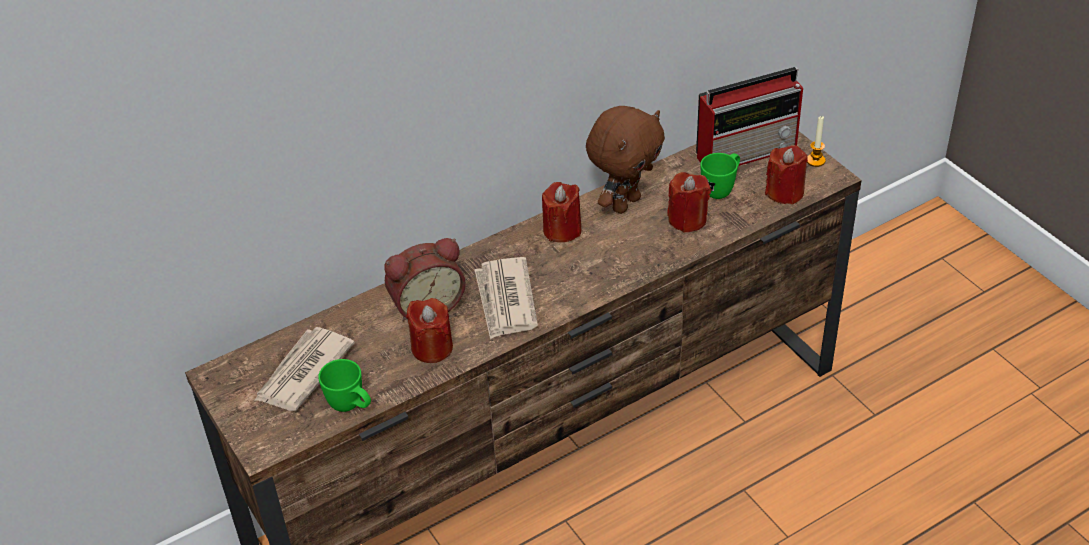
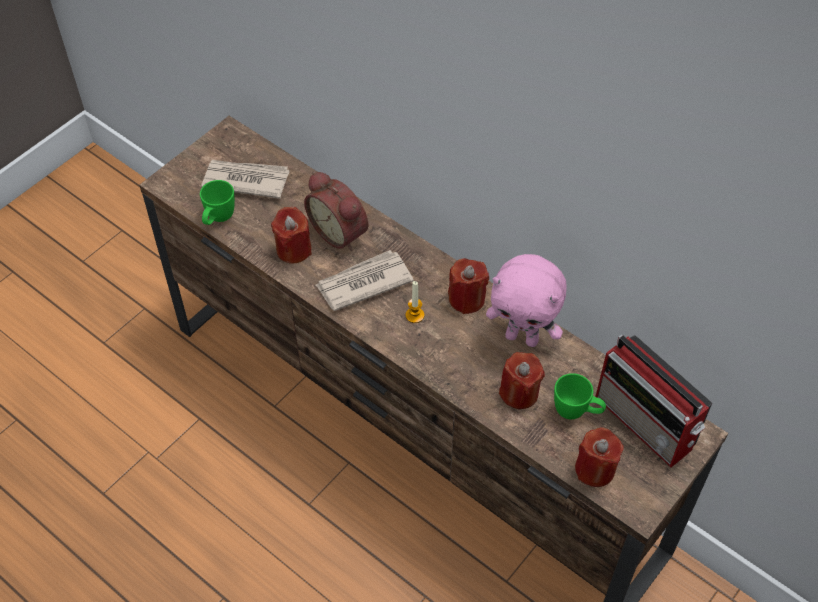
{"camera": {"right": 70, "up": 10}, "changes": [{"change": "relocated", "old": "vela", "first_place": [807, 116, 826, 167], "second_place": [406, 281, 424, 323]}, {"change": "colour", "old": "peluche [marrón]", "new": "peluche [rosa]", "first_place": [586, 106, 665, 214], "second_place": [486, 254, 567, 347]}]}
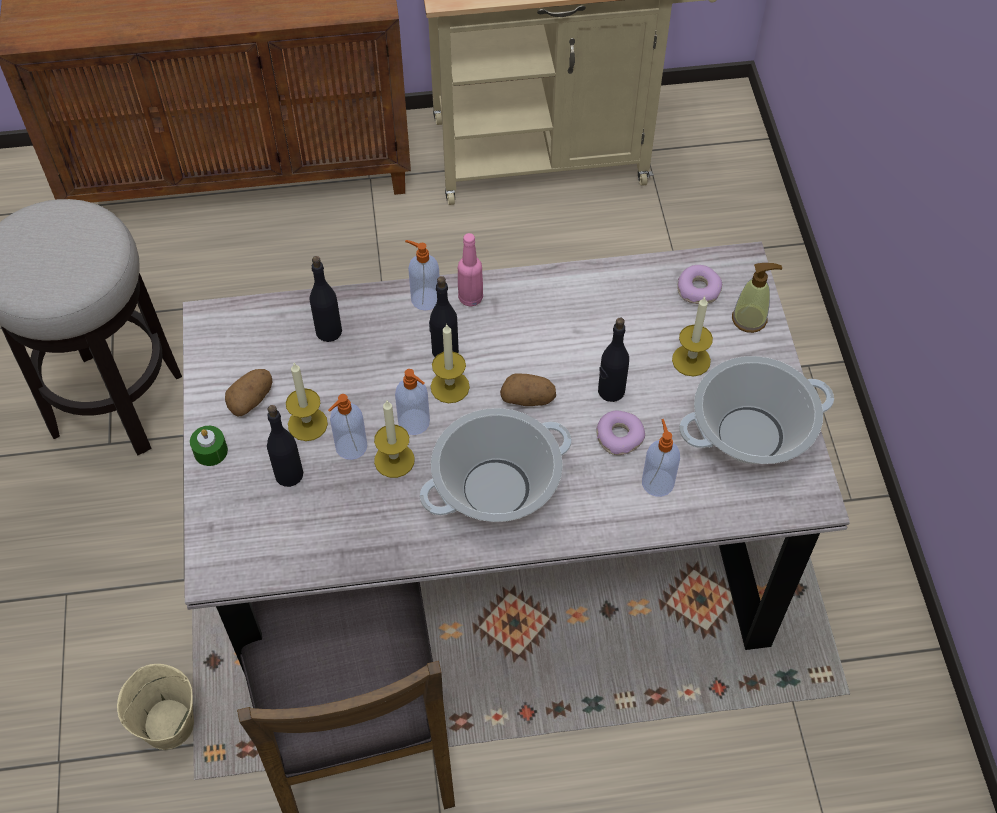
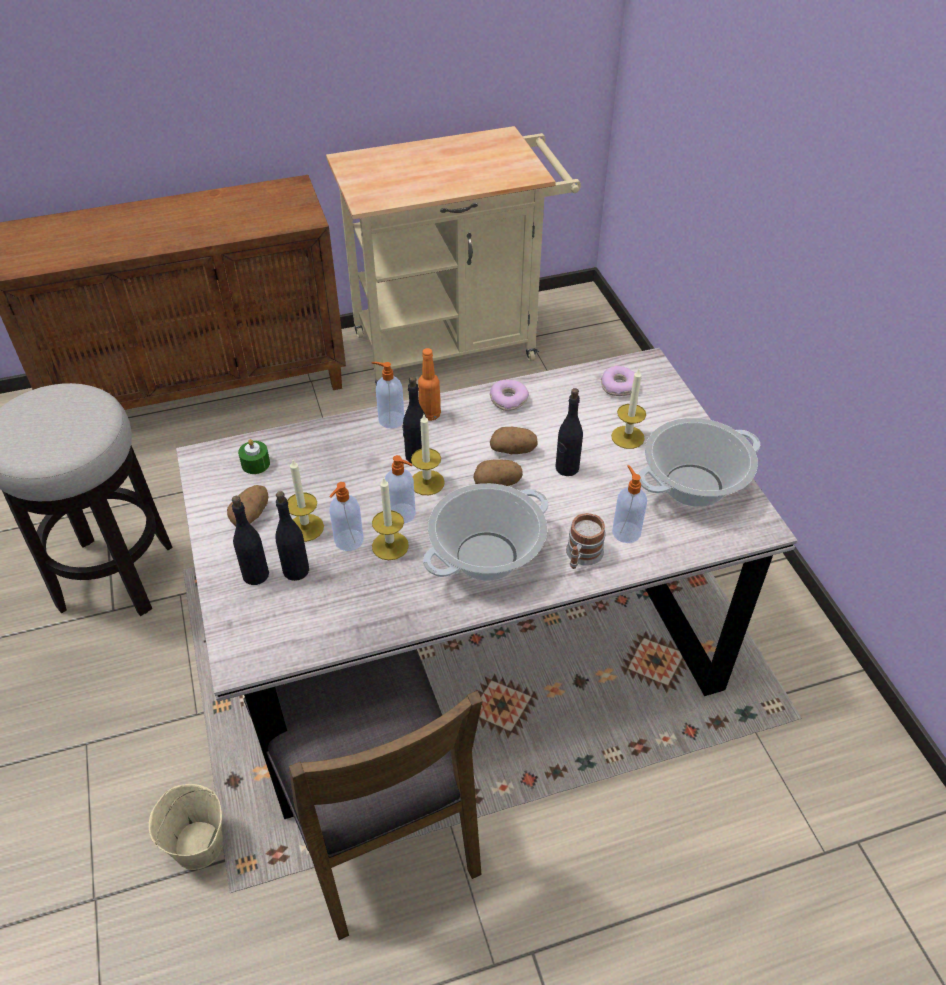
{"camera": {"right": -10, "up": -10}, "changes": [{"change": "missing", "old": "dispensador de jabón", "first_place": [732, 263, 782, 333]}, {"change": "appeared", "new": "patata", "second_place": [490, 427, 538, 454]}, {"change": "appeared", "new": "taza grande", "second_place": [566, 513, 606, 569]}, {"change": "relocated", "old": "vela [verde]", "first_place": [190, 426, 228, 466], "second_place": [238, 439, 270, 474]}, {"change": "relocated", "old": "botella [negro]", "first_place": [310, 256, 342, 342], "second_place": [232, 496, 269, 585]}, {"change": "relocated", "old": "rosquilla", "first_place": [596, 411, 645, 455], "second_place": [490, 380, 529, 411]}, {"change": "colour", "old": "botella [rosa]", "new": "botella [naranja]", "first_place": [458, 233, 483, 307], "second_place": [418, 348, 441, 421]}]}
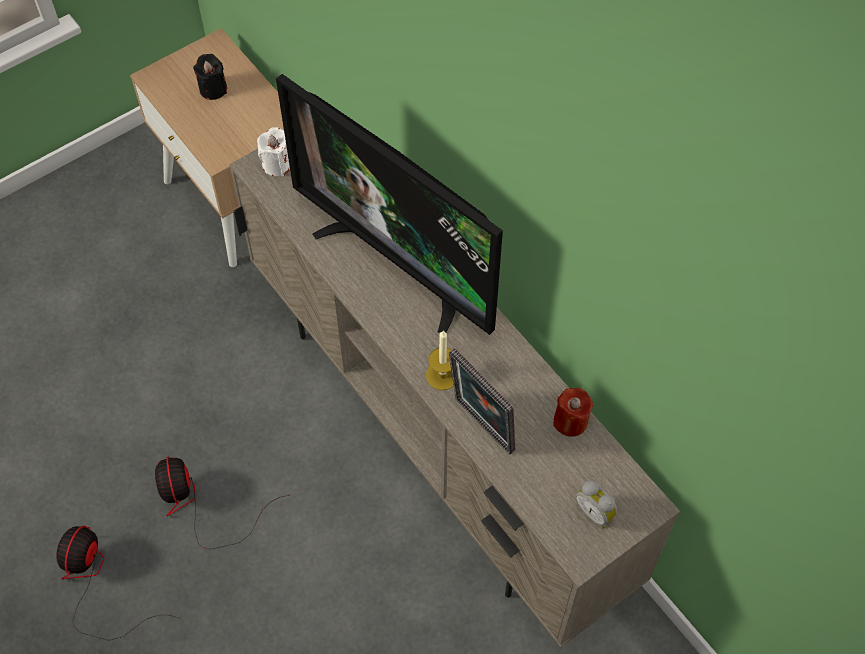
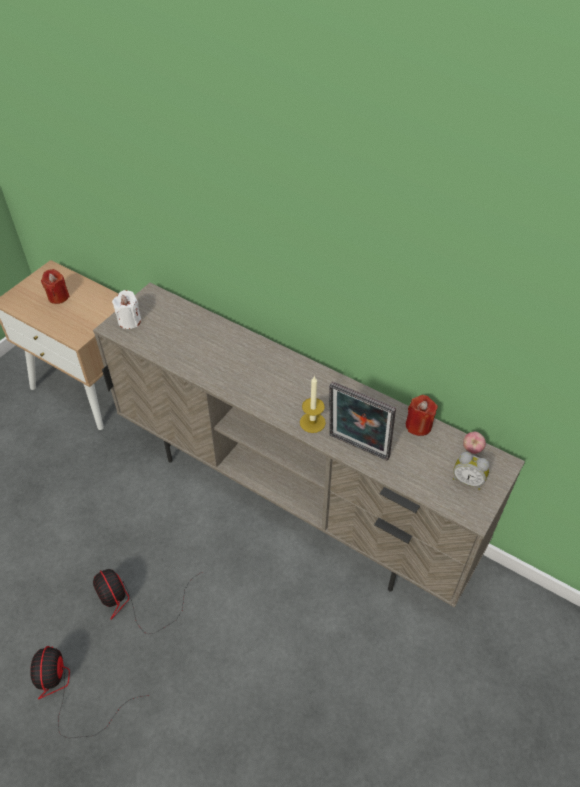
{"camera": {"right": -20, "up": -10}, "changes": [{"change": "missing", "old": "televisor", "first_place": [276, 74, 503, 335]}, {"change": "appeared", "new": "manzana", "second_place": [463, 432, 486, 454]}, {"change": "colour", "old": "vela [negro]", "new": "vela [rojo]", "first_place": [193, 54, 227, 100], "second_place": [41, 269, 70, 304]}]}
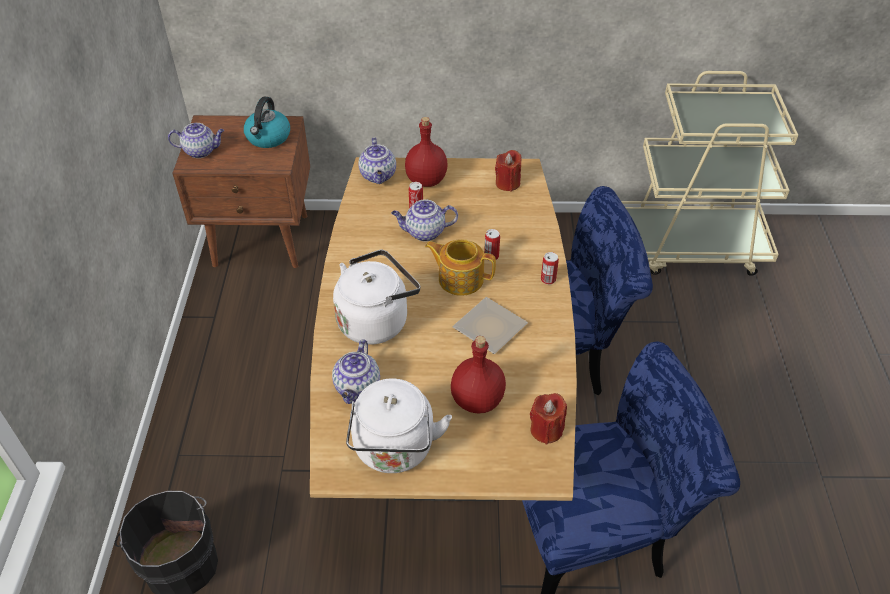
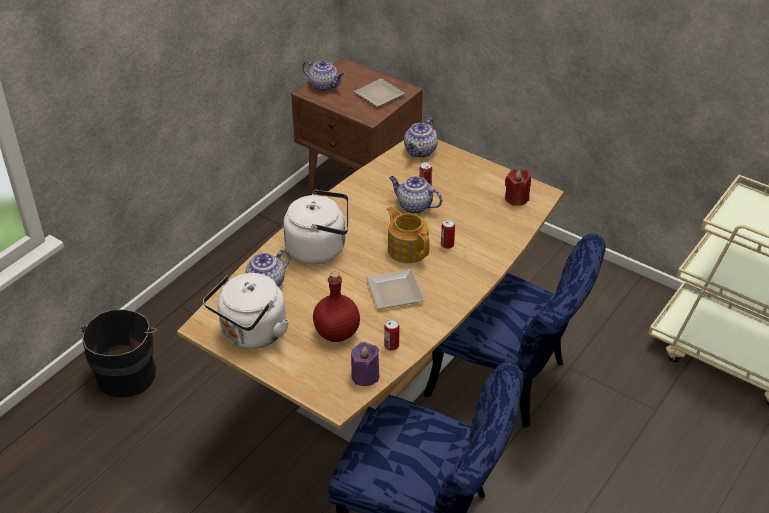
{"camera": {"right": 35, "up": -5}, "changes": [{"change": "missing", "old": "botella [rojo]", "first_place": [405, 117, 448, 187]}, {"change": "relocated", "old": "lata", "first_place": [541, 252, 559, 285], "second_place": [384, 319, 399, 351]}, {"change": "exchanged", "old": "hervidor", "new": "plato", "first_place": [244, 96, 290, 148], "second_place": [354, 78, 405, 107]}, {"change": "colour", "old": "vela [rojo]", "new": "vela [morado]", "first_place": [530, 393, 567, 445], "second_place": [351, 342, 379, 386]}]}
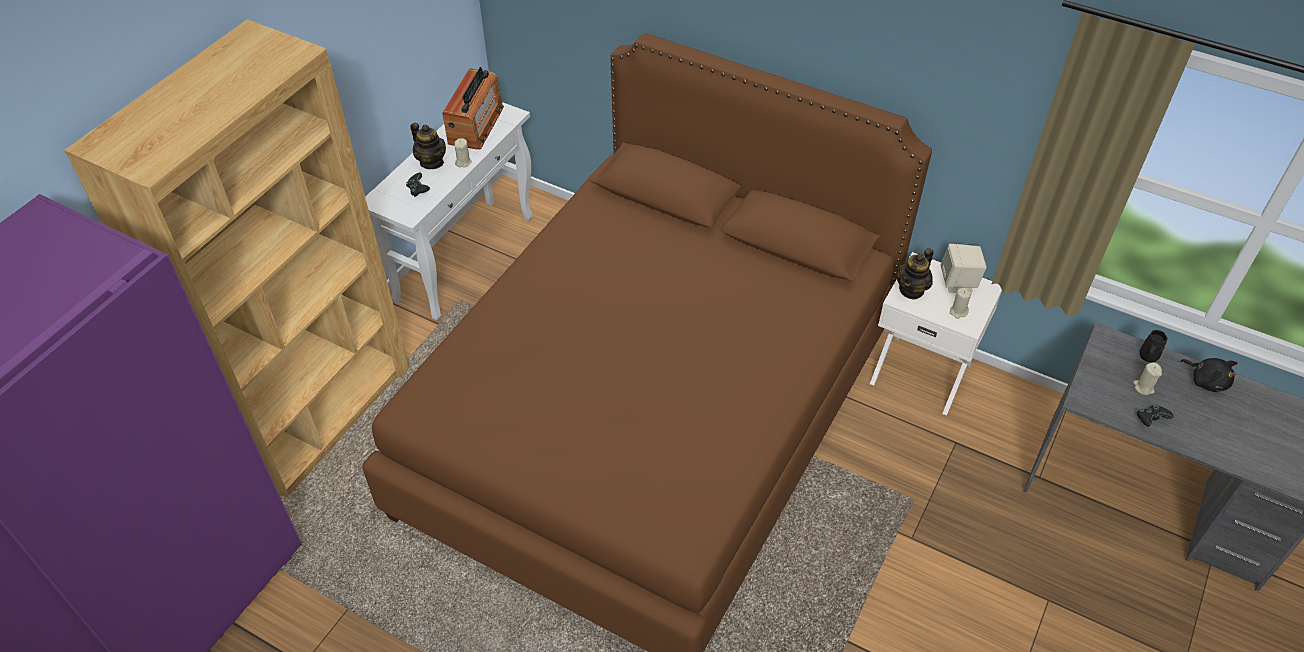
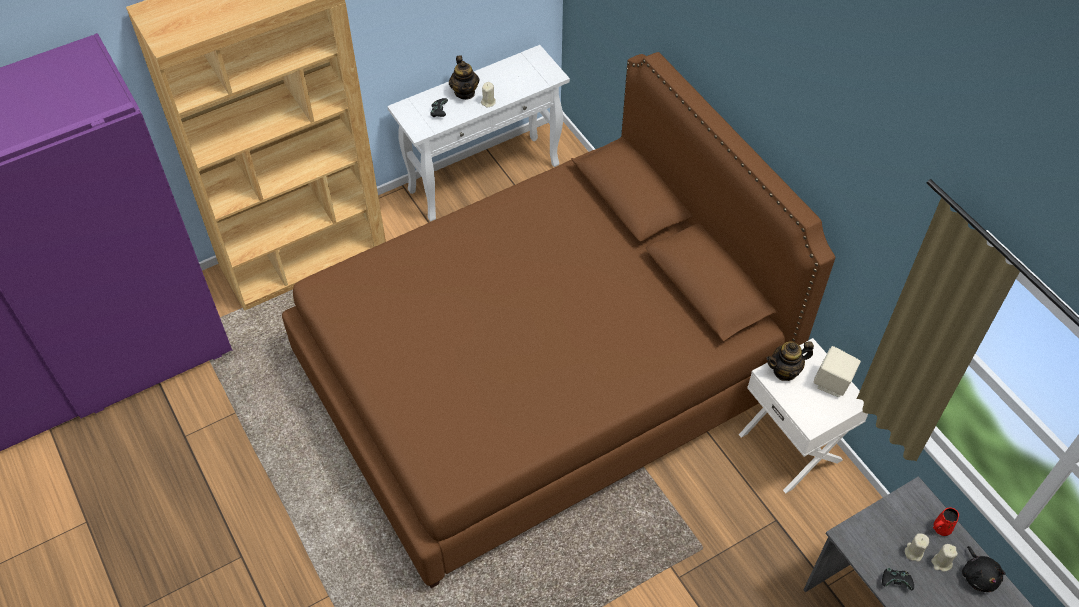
{"camera": {"right": 30, "up": 5}, "changes": [{"change": "missing", "old": "radio", "first_place": [442, 67, 504, 150]}, {"change": "relocated", "old": "vela [beis]", "first_place": [950, 288, 972, 319], "second_place": [931, 544, 958, 572]}, {"change": "colour", "old": "taza grande [negro]", "new": "taza grande [rojo]", "first_place": [1140, 330, 1168, 362], "second_place": [933, 507, 959, 536]}]}
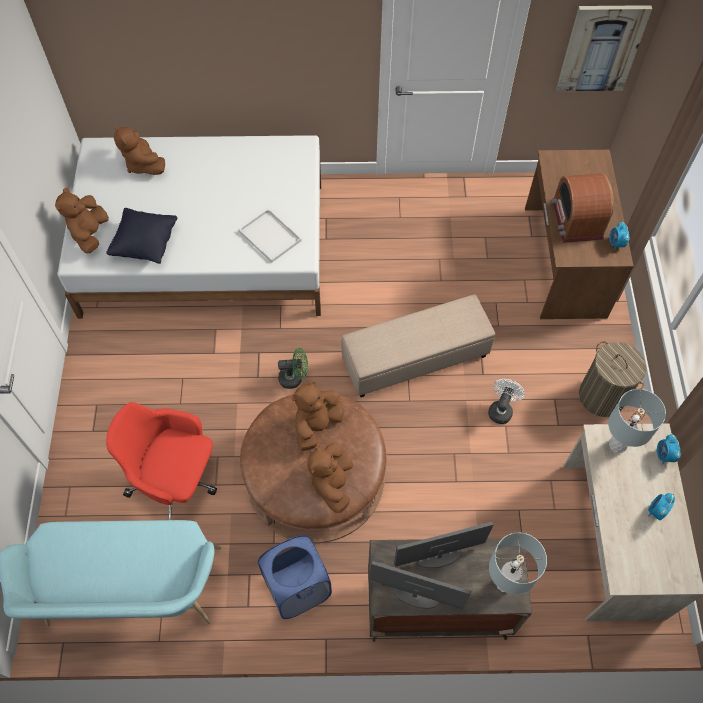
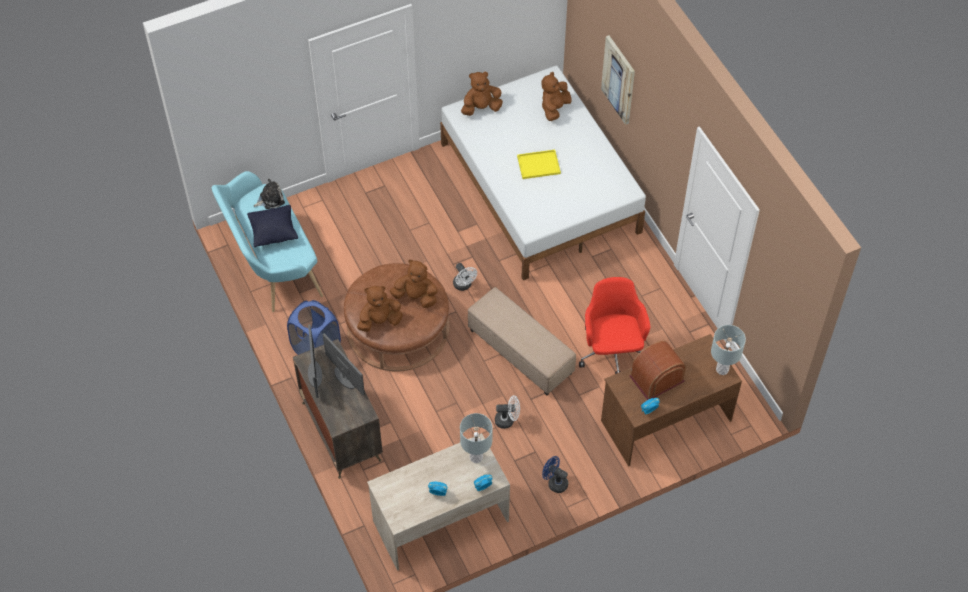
{"camera": {"right": 65, "up": -5}, "changes": [{"change": "missing", "old": "bandeja [blanco]", "first_place": [239, 209, 302, 262]}, {"change": "appeared", "new": "peluche", "second_place": [254, 179, 285, 209]}, {"change": "appeared", "new": "bandeja [amarillo]", "second_place": [517, 150, 561, 179]}, {"change": "relocated", "old": "cojín [negro]", "first_place": [106, 208, 178, 264], "second_place": [247, 205, 298, 247]}, {"change": "relocated", "old": "silla de oficina [rojo]", "first_place": [106, 402, 217, 520], "second_place": [579, 277, 651, 374]}, {"change": "relocated", "old": "lámpara de mesa [gris]", "first_place": [489, 532, 547, 594], "second_place": [711, 325, 746, 375]}, {"change": "relocated", "old": "cuadro", "first_place": [556, 5, 652, 91], "second_place": [601, 35, 635, 125]}, {"change": "exchanged", "old": "cesto de la ropa", "new": "ventilador [azul]", "first_place": [579, 341, 646, 417], "second_place": [542, 456, 568, 493]}, {"change": "colour", "old": "ventilador [verde]", "new": "ventilador [blanco]", "first_place": [278, 348, 308, 389], "second_place": [453, 263, 477, 291]}]}
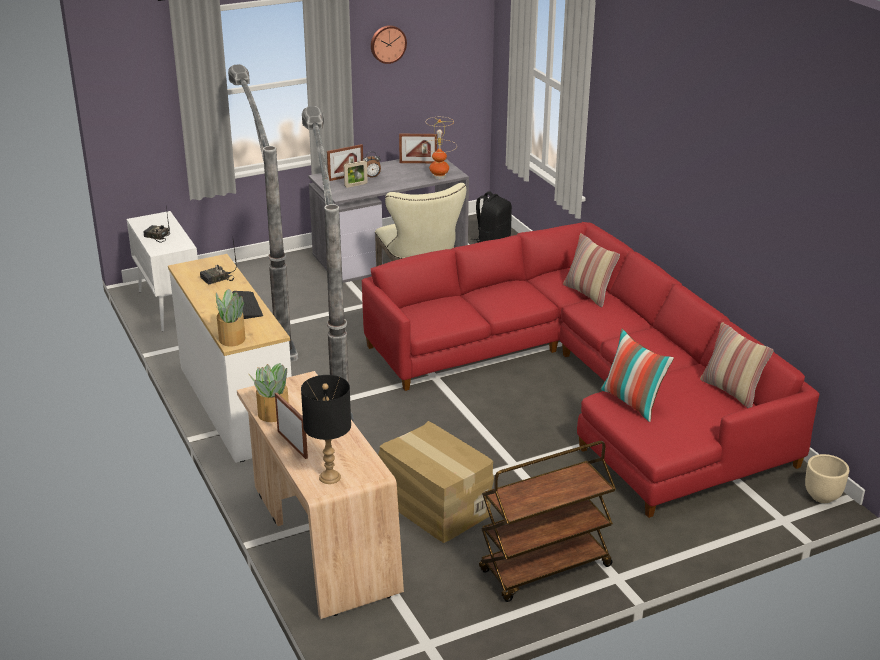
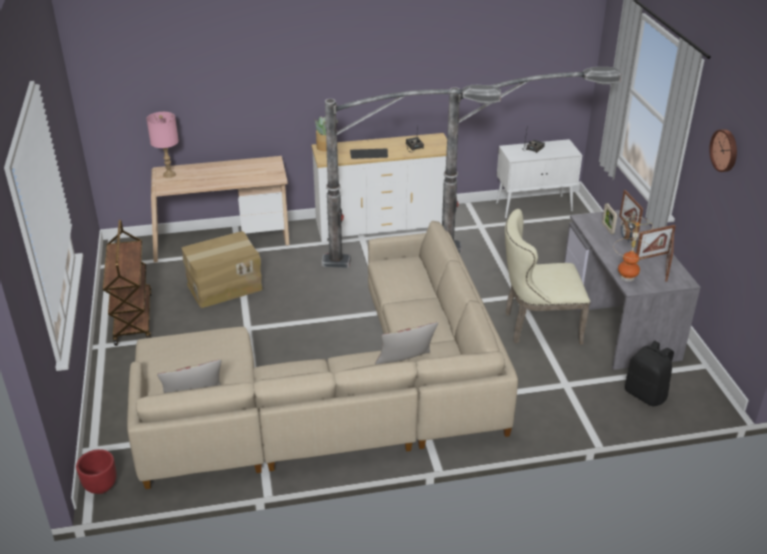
{"camera": {"right": 105, "up": 5}, "changes": [{"change": "missing", "old": "planta en maceta", "first_place": [248, 363, 289, 422]}, {"change": "missing", "old": "cojín", "first_place": [601, 329, 674, 422]}, {"change": "relocated", "old": "portarretratos", "first_place": [275, 393, 308, 459], "second_place": [636, 225, 676, 260]}, {"change": "colour", "old": "lámpara de mesa [negro]", "new": "lámpara de mesa [rosa]", "first_place": [301, 375, 351, 484], "second_place": [146, 112, 179, 178]}, {"change": "colour", "old": "sofá [rojo]", "new": "sofá [beis]", "first_place": [362, 222, 819, 518], "second_place": [127, 221, 518, 489]}, {"change": "colour", "old": "maceta [beis]", "new": "maceta [rojo]", "first_place": [805, 454, 849, 503], "second_place": [76, 449, 117, 494]}]}
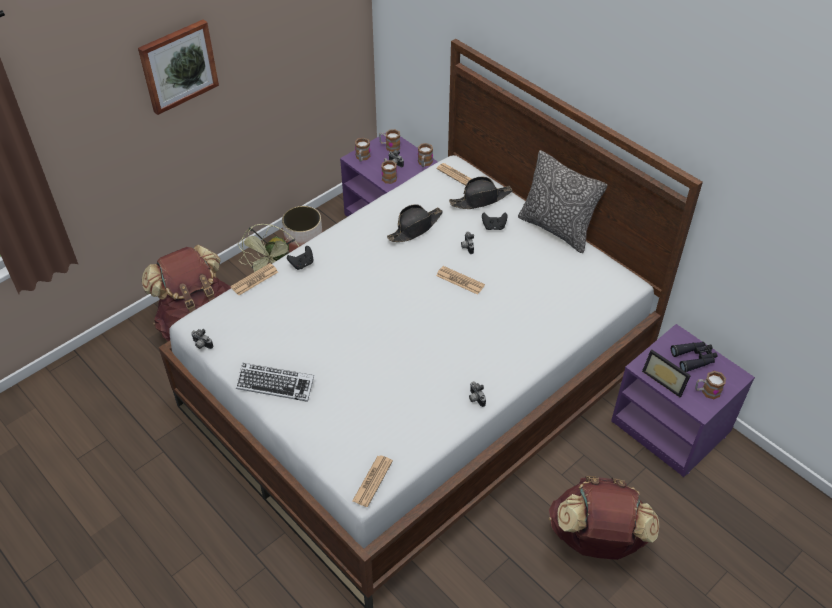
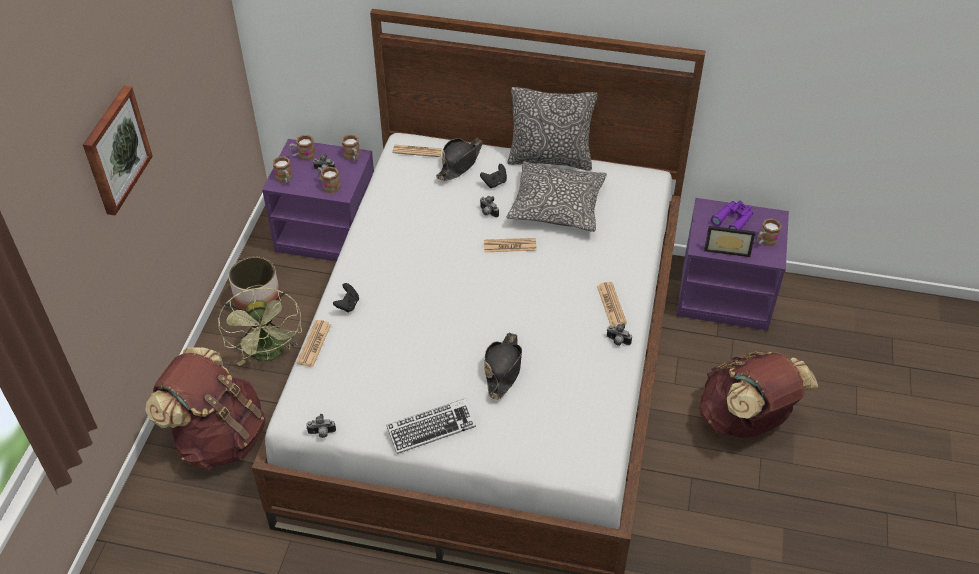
{"camera": {"right": -35, "up": 0}, "changes": [{"change": "appeared", "new": "cojín", "second_place": [506, 162, 607, 232]}, {"change": "relocated", "old": "periódico", "first_place": [352, 455, 393, 507], "second_place": [597, 282, 627, 326]}, {"change": "relocated", "old": "sombrero [negro]", "first_place": [387, 204, 443, 242], "second_place": [484, 332, 522, 400]}, {"change": "colour", "old": "prismáticos [negro]", "new": "prismáticos [morado]", "first_place": [671, 342, 718, 372], "second_place": [711, 200, 753, 230]}]}
